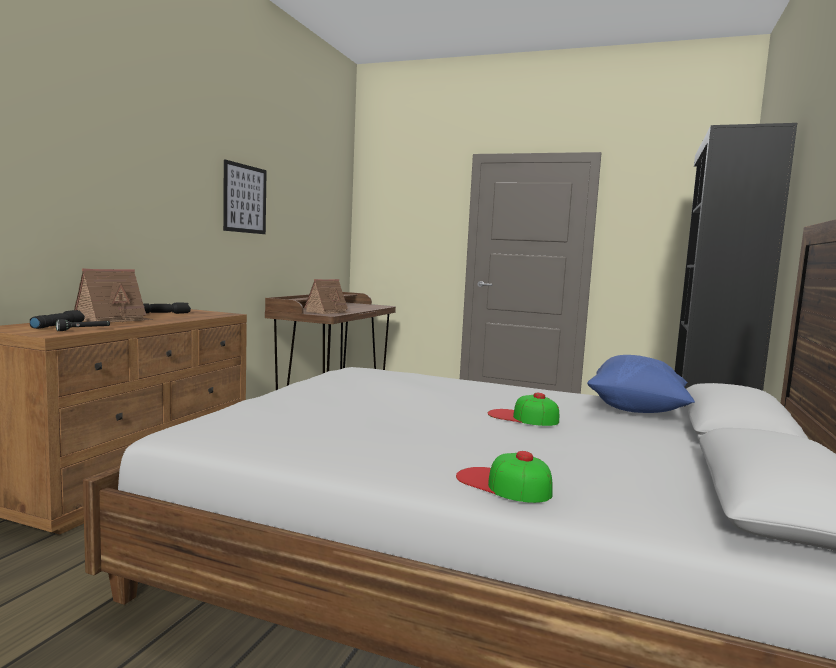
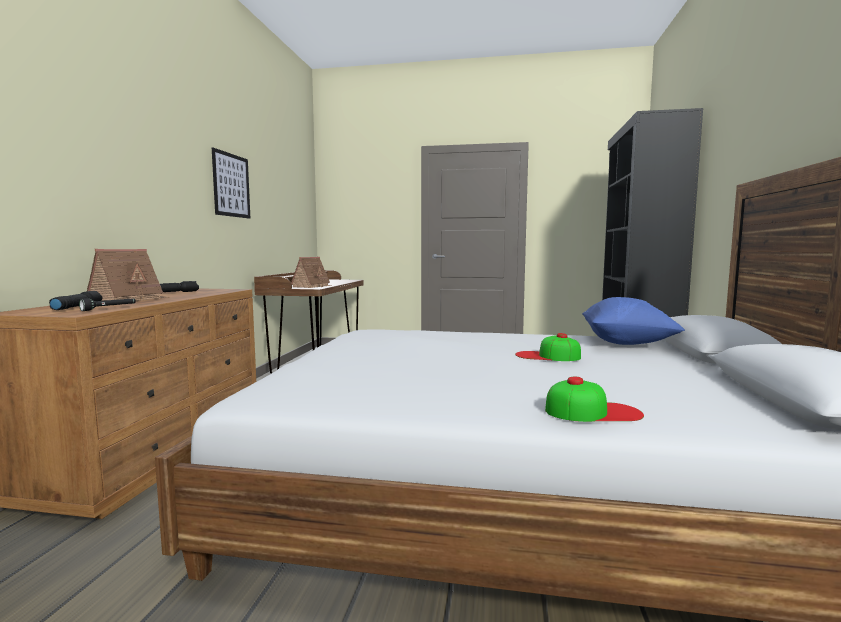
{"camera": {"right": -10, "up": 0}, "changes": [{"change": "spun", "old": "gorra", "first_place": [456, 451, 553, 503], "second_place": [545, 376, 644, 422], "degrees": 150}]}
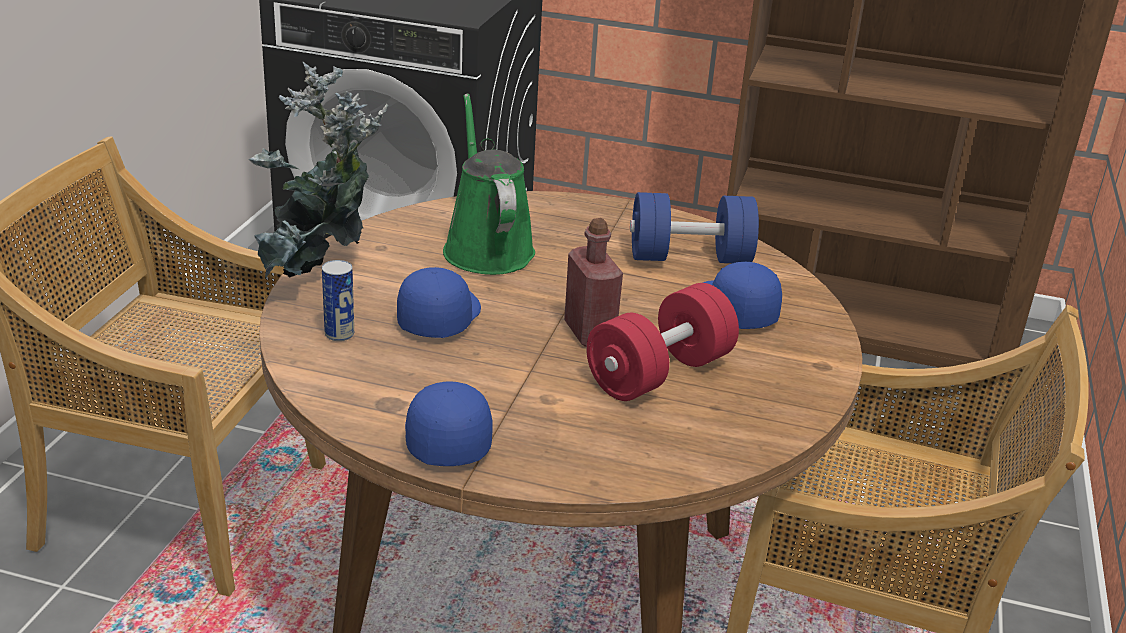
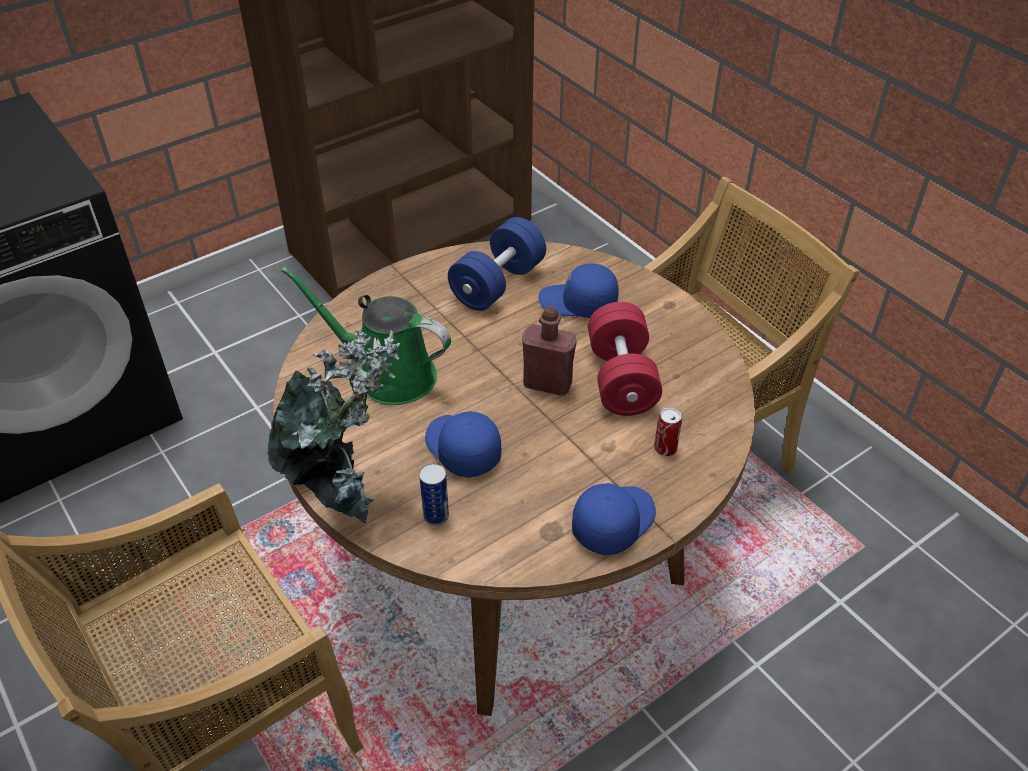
{"camera": {"right": -50, "up": 15}, "changes": [{"change": "appeared", "new": "lata", "second_place": [654, 408, 682, 456]}, {"change": "spun", "old": "gorra [azul]", "first_place": [405, 381, 493, 466], "second_place": [572, 483, 656, 555], "degrees": 105}]}
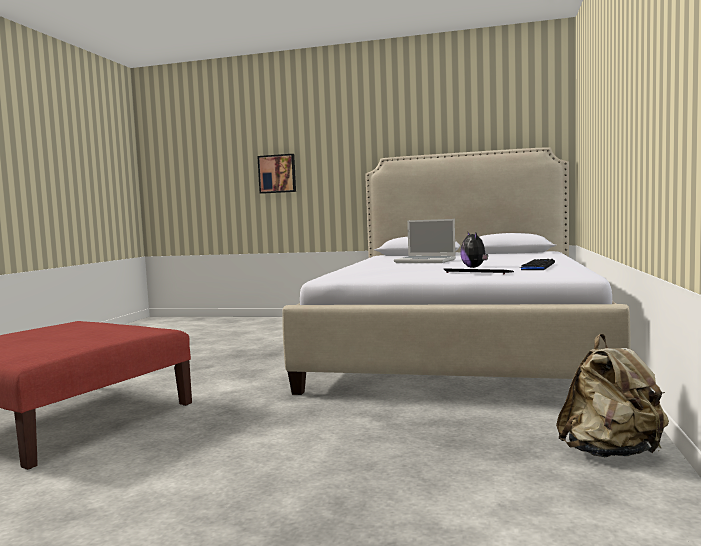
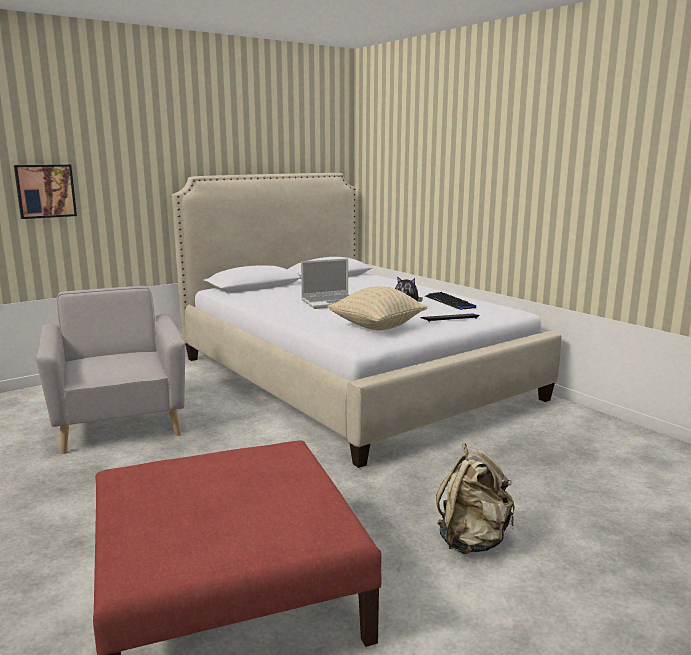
{"camera": {"right": -50, "up": 10}, "changes": [{"change": "appeared", "new": "sillón [gris]", "second_place": [36, 286, 185, 454]}, {"change": "appeared", "new": "cojín [beis]", "second_place": [327, 286, 427, 330]}, {"change": "relocated", "old": "mochila [beis]", "first_place": [556, 334, 669, 457], "second_place": [436, 443, 515, 554]}]}
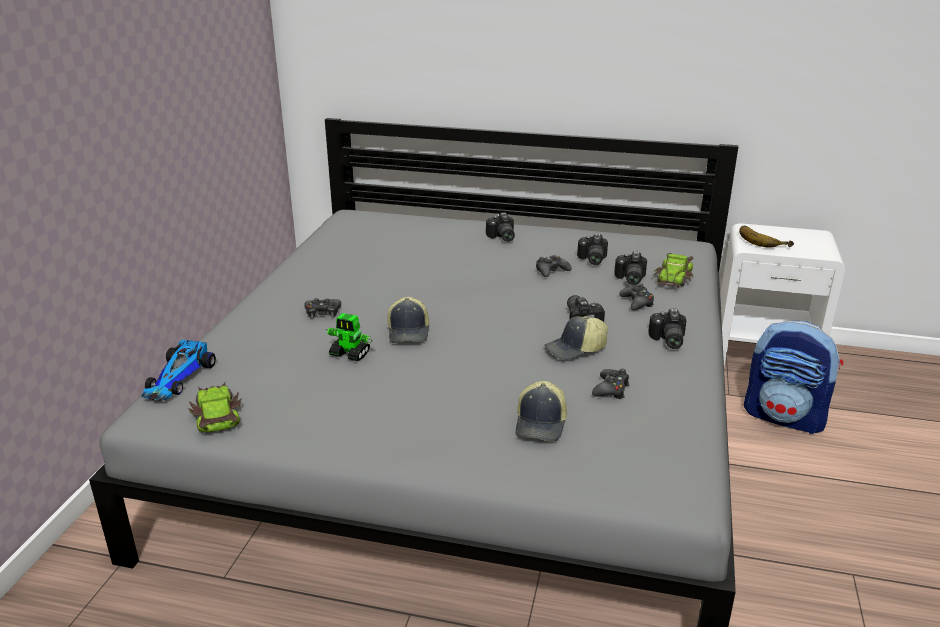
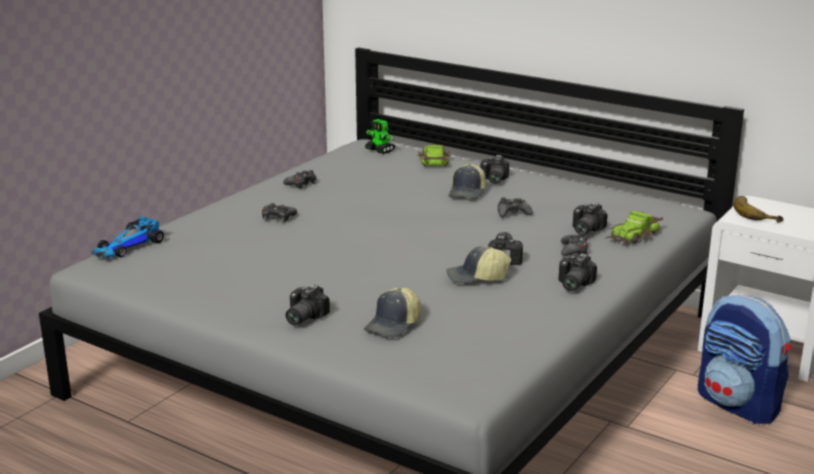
{"camera": {"right": 20, "up": -5}, "changes": [{"change": "relocated", "old": "coche de juguete", "first_place": [188, 382, 242, 432], "second_place": [417, 145, 451, 166]}, {"change": "relocated", "old": "robot de juguete", "first_place": [326, 313, 373, 361], "second_place": [365, 119, 395, 154]}, {"change": "relocated", "old": "gorra", "first_place": [388, 297, 429, 343], "second_place": [449, 164, 486, 199]}, {"change": "relocated", "old": "cámara", "first_place": [577, 233, 608, 265], "second_place": [286, 285, 330, 326]}, {"change": "relocated", "old": "mando de consola [negro]", "first_place": [592, 369, 629, 399], "second_place": [283, 170, 316, 189]}]}
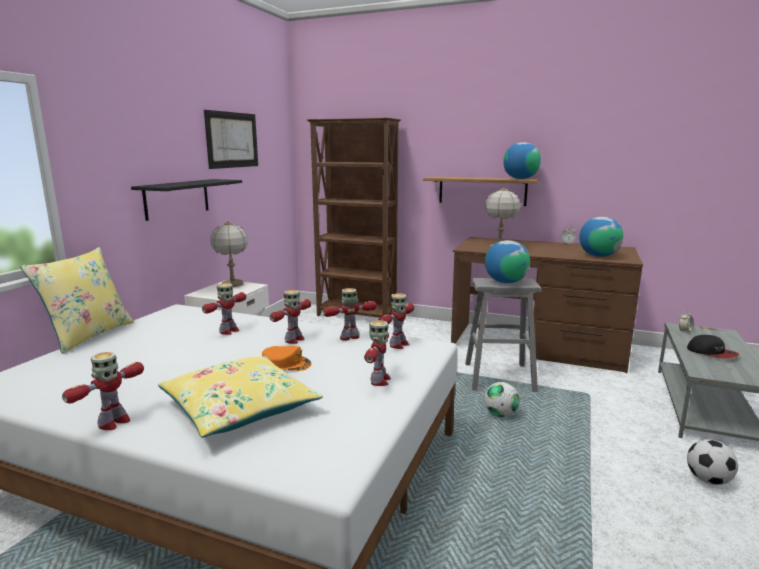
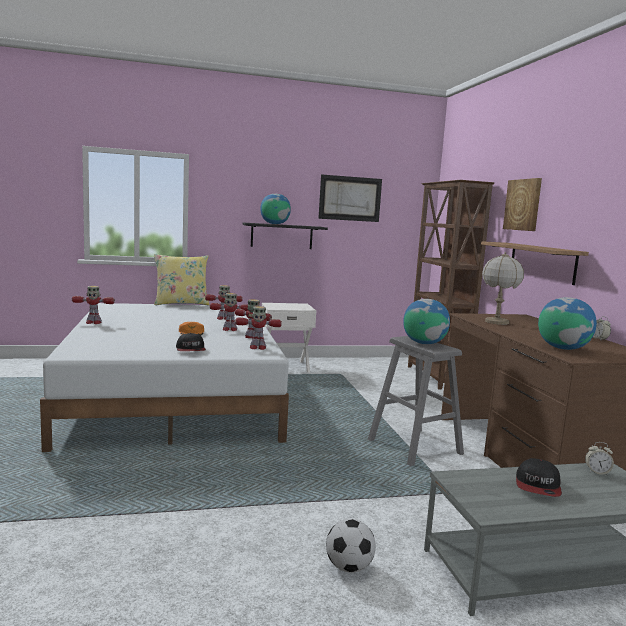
{"camera": {"right": 55, "up": -5}, "changes": [{"change": "missing", "old": "cojín [amarillo]", "first_place": [158, 356, 323, 437]}, {"change": "missing", "old": "lámpara de mesa", "first_place": [210, 221, 248, 287]}, {"change": "missing", "old": "balón de fútbol", "first_place": [484, 382, 520, 417]}, {"change": "appeared", "new": "cuadro", "second_place": [503, 178, 542, 231]}, {"change": "relocated", "old": "globo terráqueo", "first_place": [503, 142, 541, 179], "second_place": [260, 194, 291, 224]}, {"change": "exchanged", "old": "robot de juguete", "new": "gorra", "first_place": [364, 320, 391, 386], "second_place": [176, 333, 206, 351]}]}
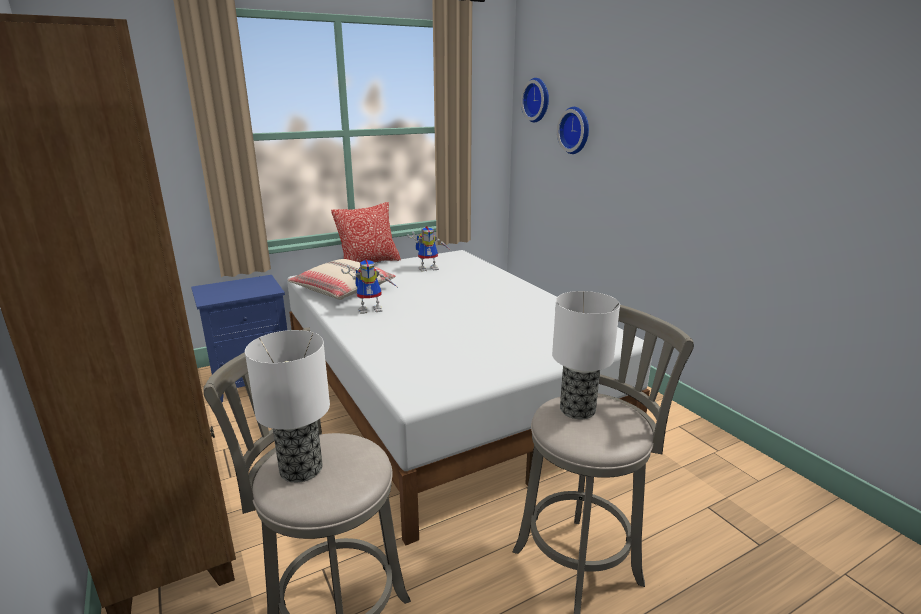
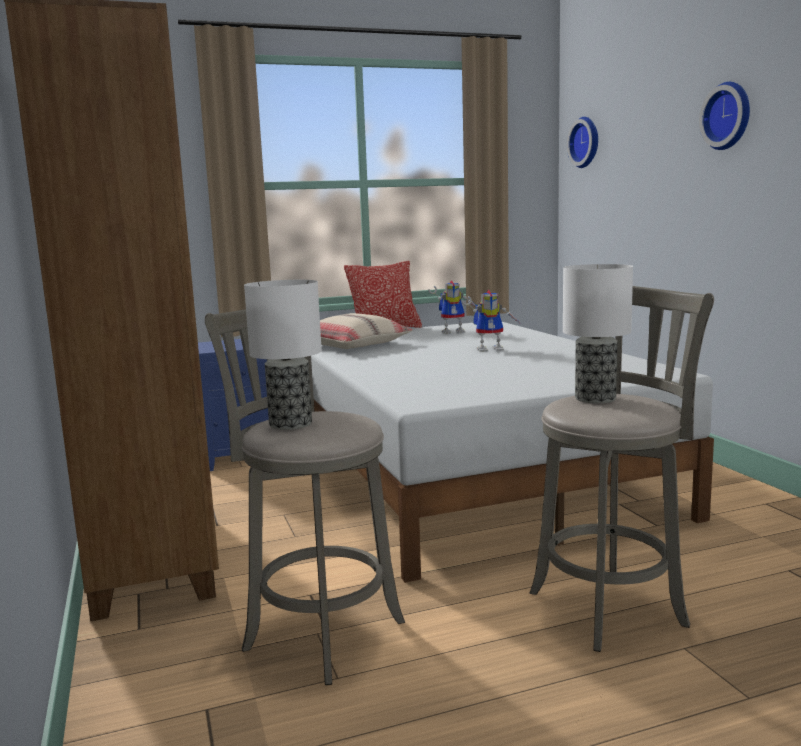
{"camera": {"right": 10, "up": -10}, "changes": [{"change": "relocated", "old": "robot de juguete", "first_place": [341, 259, 397, 314], "second_place": [462, 290, 522, 352]}, {"change": "relocated", "old": "reloj de pared", "first_place": [557, 107, 589, 154], "second_place": [699, 82, 750, 150]}]}
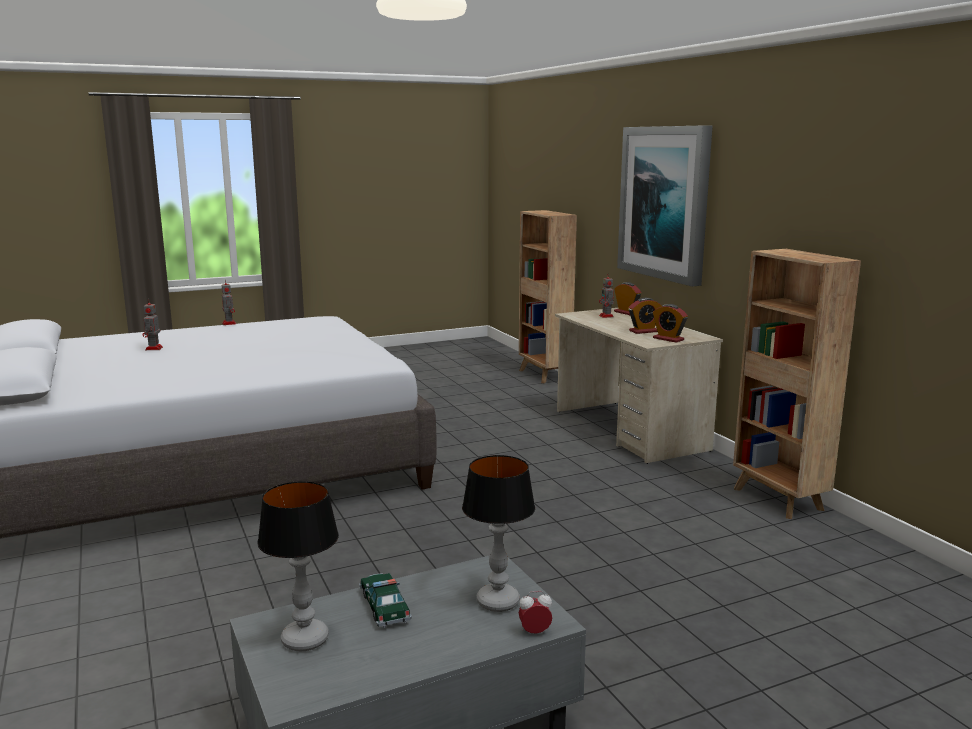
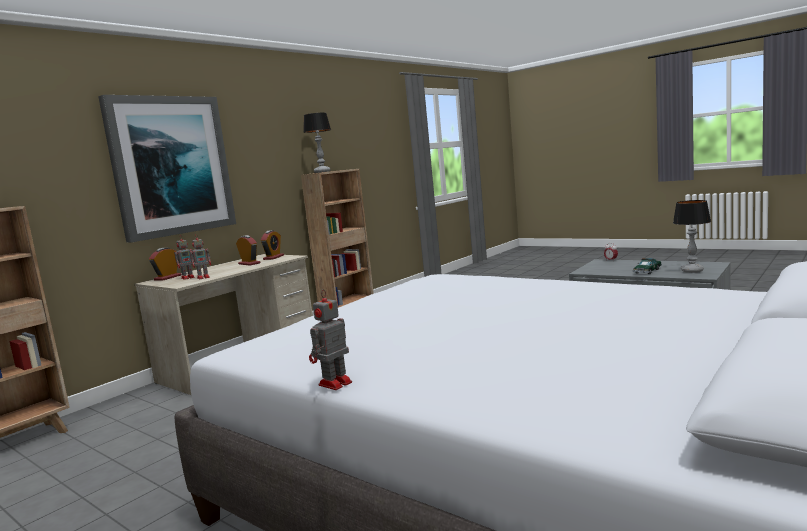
{"camera": {"right": -115, "up": -5}, "changes": [{"change": "relocated", "old": "robot de juguete", "first_place": [142, 299, 163, 350], "second_place": [190, 234, 211, 280]}, {"change": "relocated", "old": "lámpara de mesa", "first_place": [462, 455, 535, 612], "second_place": [303, 113, 331, 173]}]}
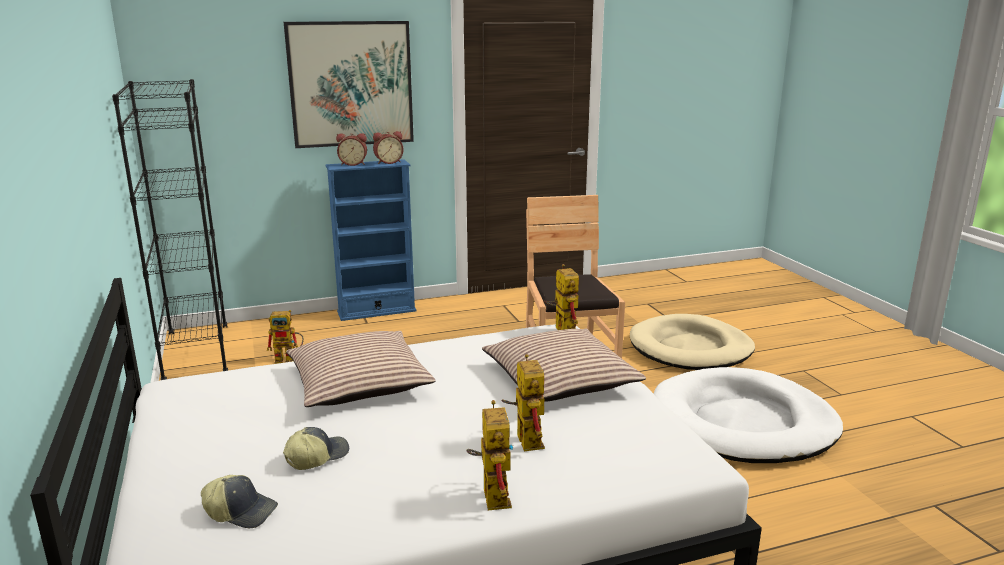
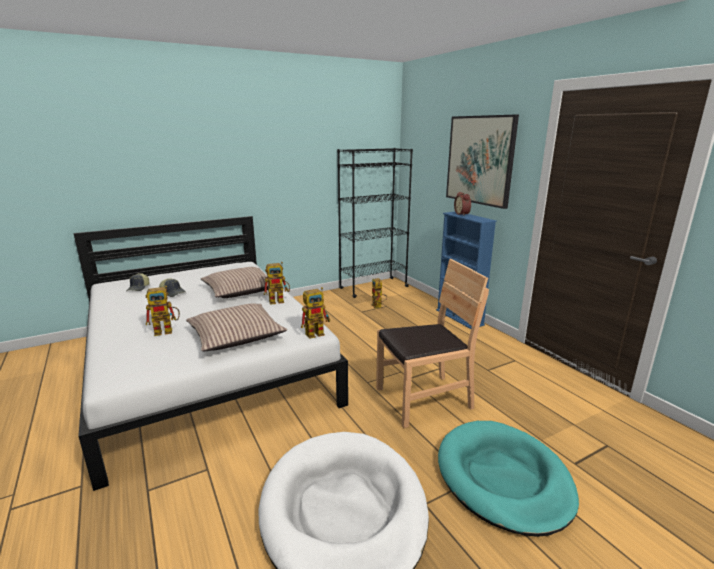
{"camera": {"right": 80, "up": 0}, "changes": [{"change": "missing", "old": "despertador", "first_place": [373, 131, 404, 164]}, {"change": "relocated", "old": "robot de juguete", "first_place": [466, 400, 513, 510], "second_place": [264, 262, 290, 305]}, {"change": "colour", "old": "cama para perro [beis]", "new": "cama para perro [turquesa]", "first_place": [630, 314, 755, 370], "second_place": [438, 421, 579, 537]}]}
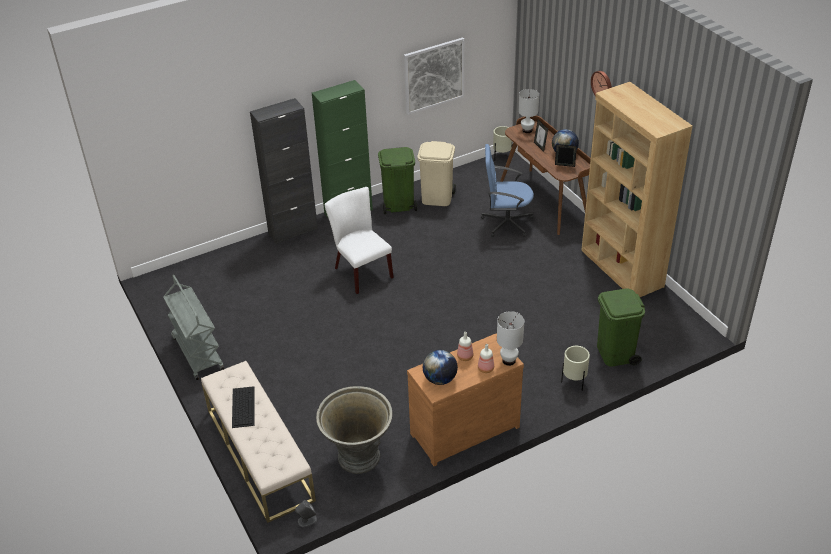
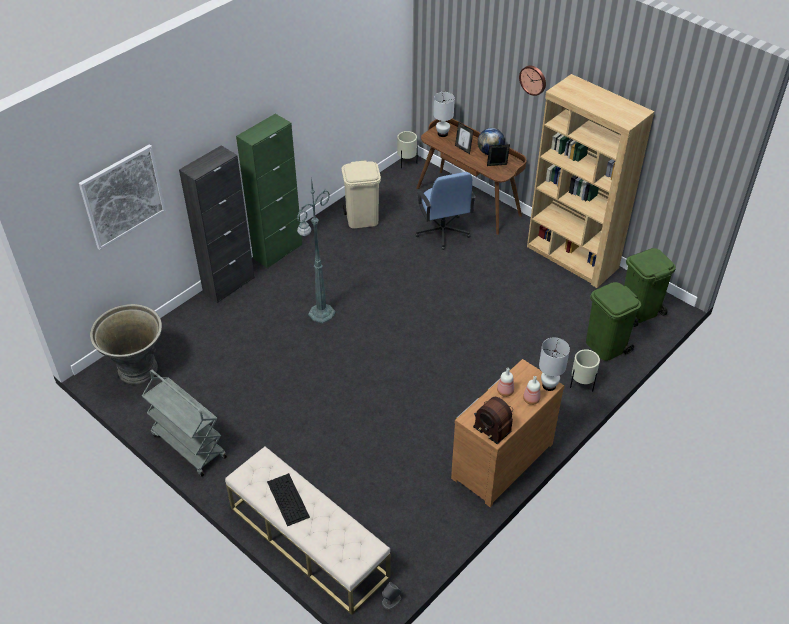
{"camera": {"right": -20, "up": 5}, "changes": [{"change": "relocated", "old": "maceta [gris]", "first_place": [316, 386, 392, 474], "second_place": [90, 304, 162, 385]}, {"change": "relocated", "old": "papelera [verde]", "first_place": [378, 147, 417, 214], "second_place": [624, 248, 676, 327]}, {"change": "relocated", "old": "cuadro", "first_place": [404, 38, 464, 115], "second_place": [79, 144, 166, 250]}, {"change": "exchanged", "old": "silla [blanco]", "new": "lámpara de pie [verde]", "first_place": [325, 187, 394, 294], "second_place": [297, 176, 336, 323]}, {"change": "exchanged", "old": "globo terráqueo", "new": "radio", "first_place": [423, 350, 458, 385], "second_place": [473, 397, 513, 444]}, {"change": "spun", "old": "silla de oficina [azul]", "first_place": [481, 144, 534, 237], "second_place": [416, 172, 475, 250], "degrees": -90}]}
